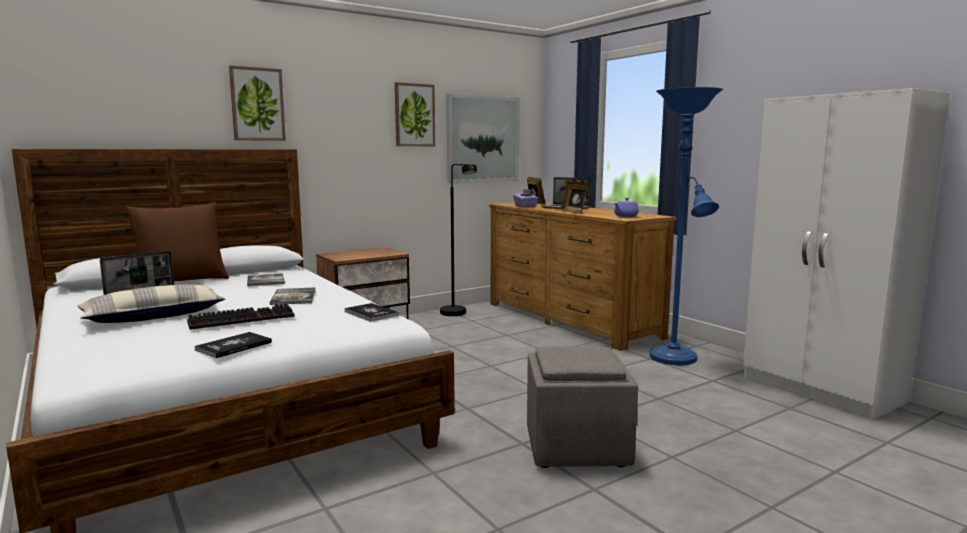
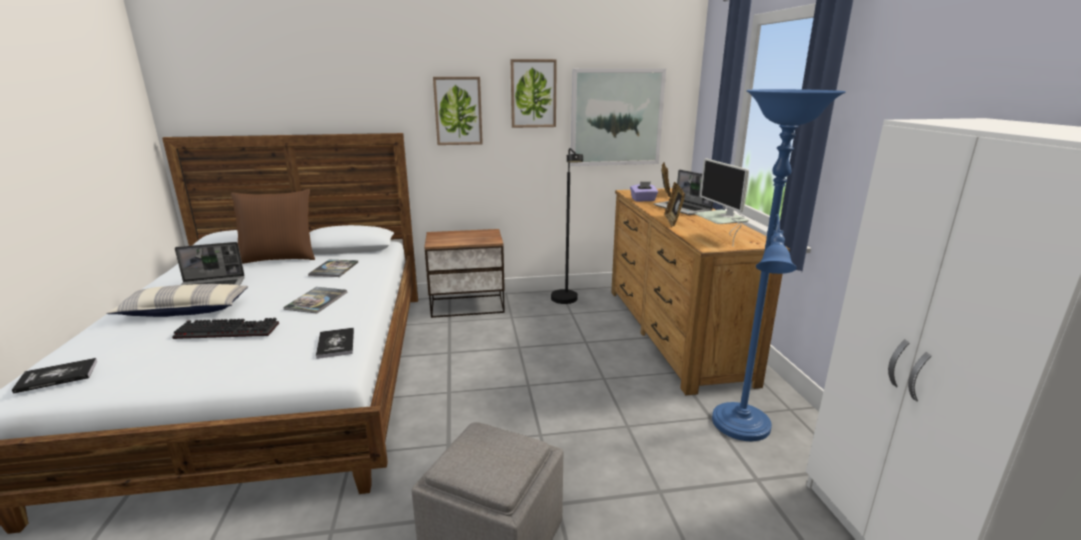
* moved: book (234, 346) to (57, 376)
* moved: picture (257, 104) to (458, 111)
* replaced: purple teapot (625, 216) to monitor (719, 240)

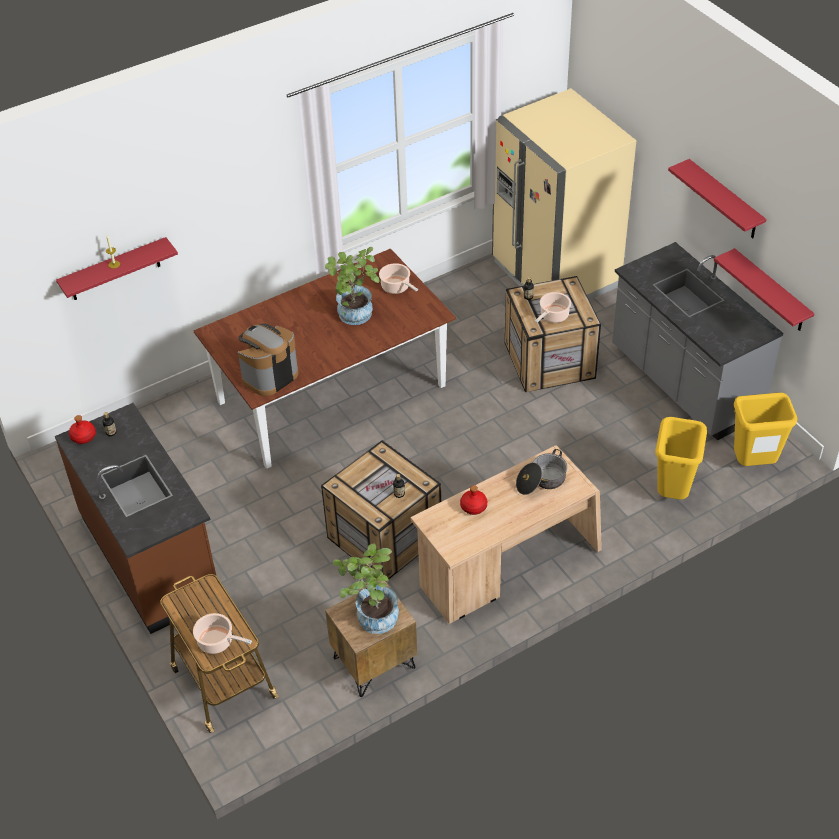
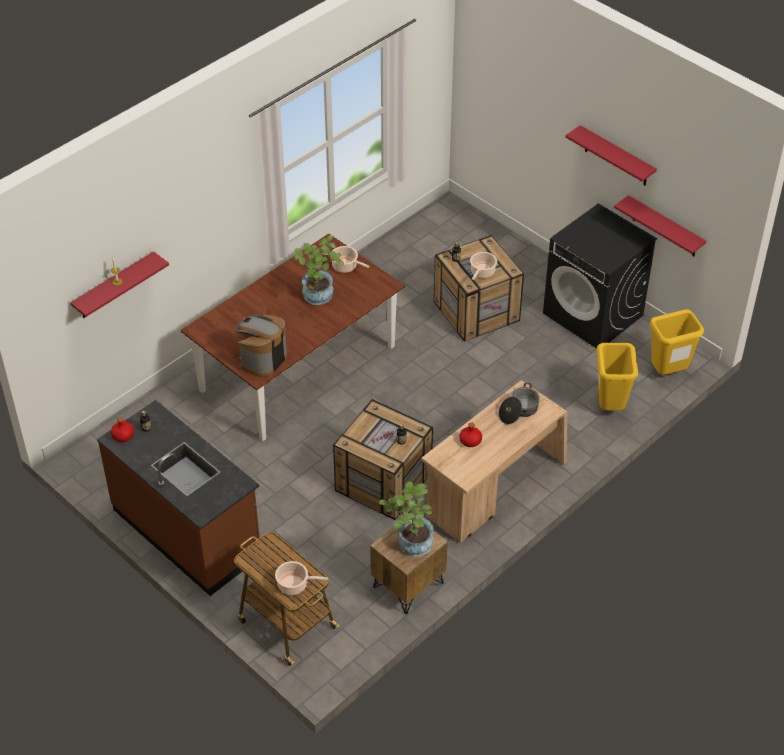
* removed: beige fridge (555, 274)
* replaced: grey counter (683, 384) to black washing machine (593, 314)

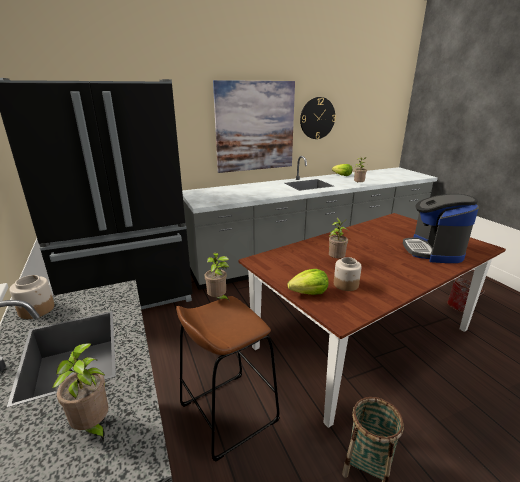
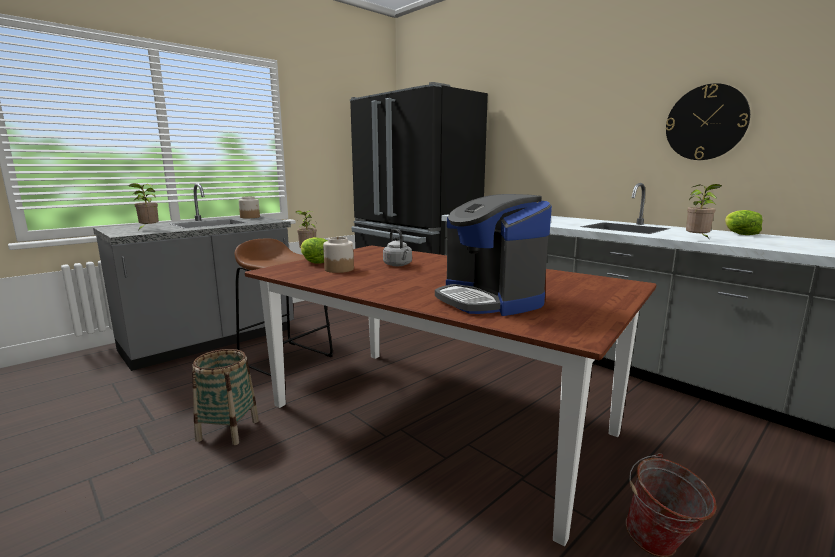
* removed: picture (255, 127)
* replaced: potted plant (336, 260) to grey kettle (398, 265)
* turned: coffee machine (433, 251) = (489, 300) 105 degrees counterclockwise

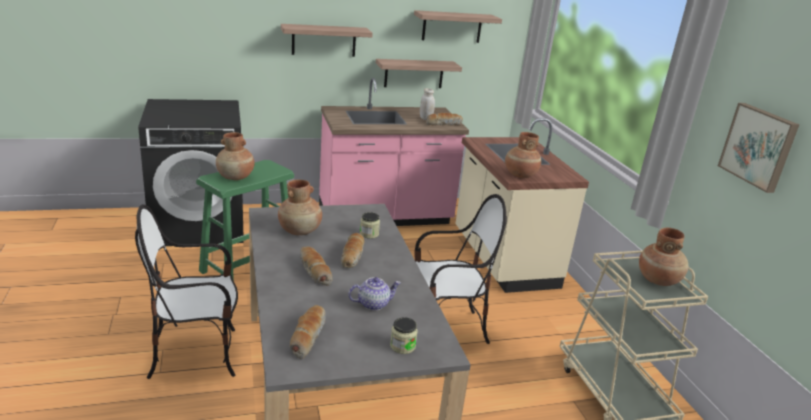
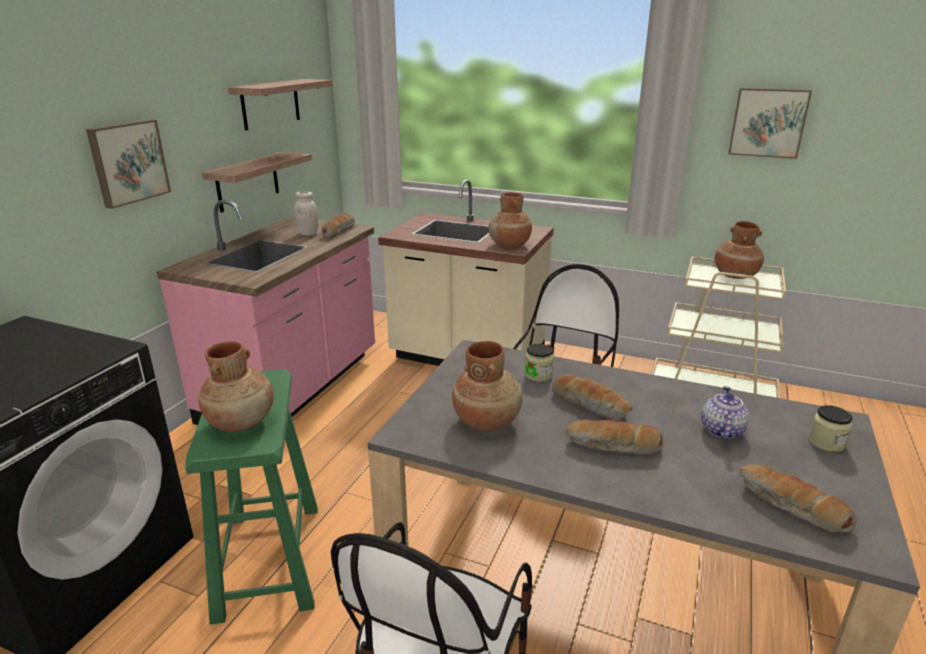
* replaced: shelf (324, 40) to picture (128, 162)

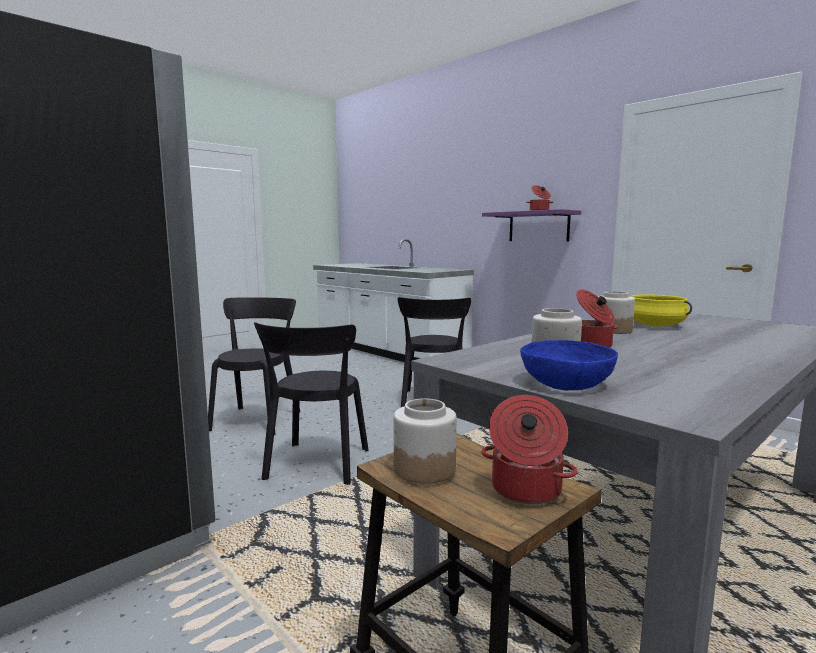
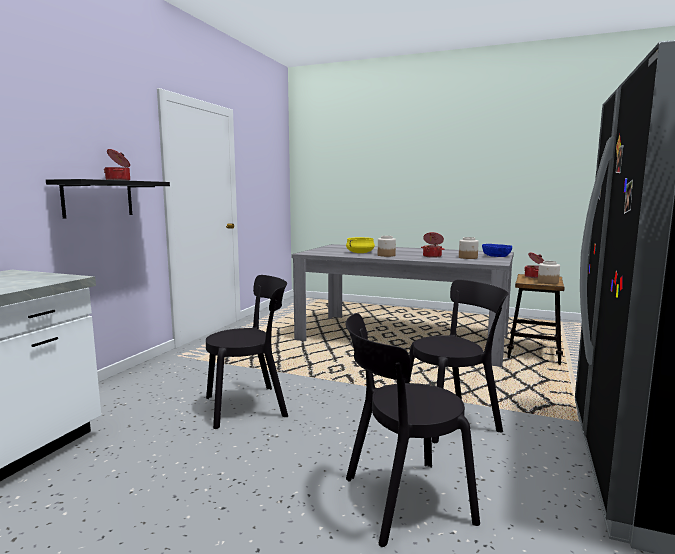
* recoloured: purple shelf (538, 226) to black shelf (98, 198)

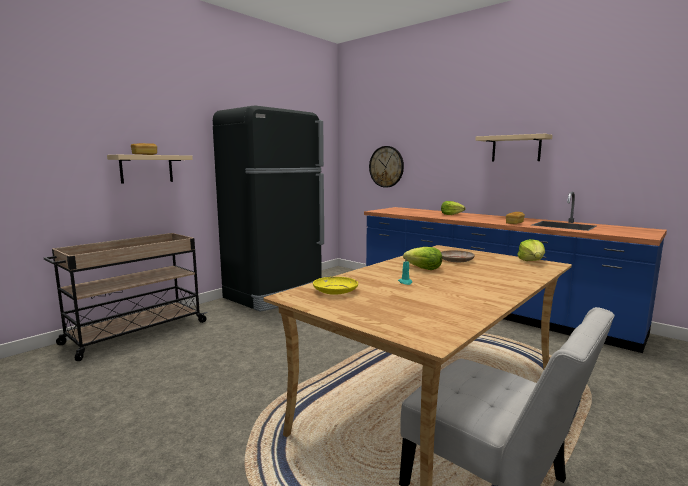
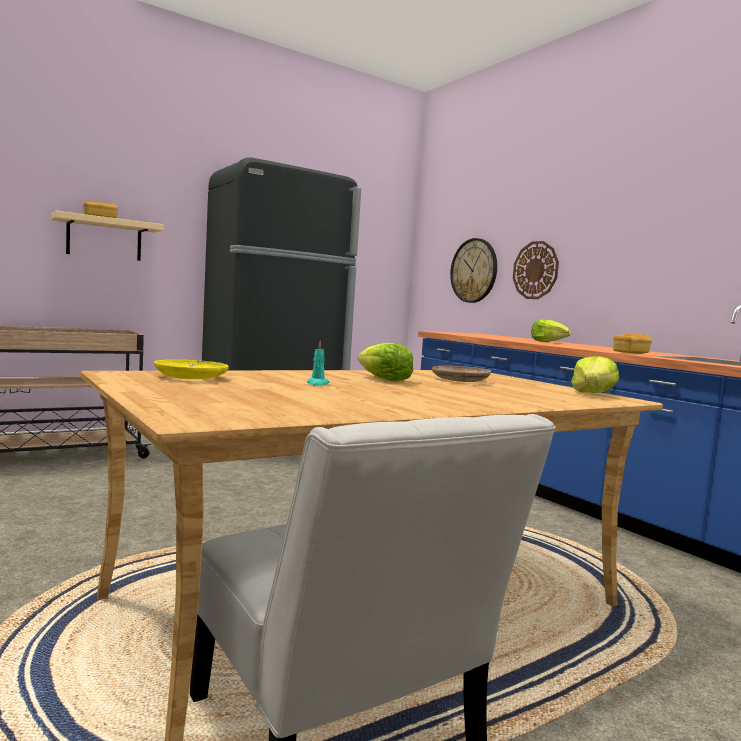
* removed: beige shelf (516, 148)
* added: wall clock (535, 270)

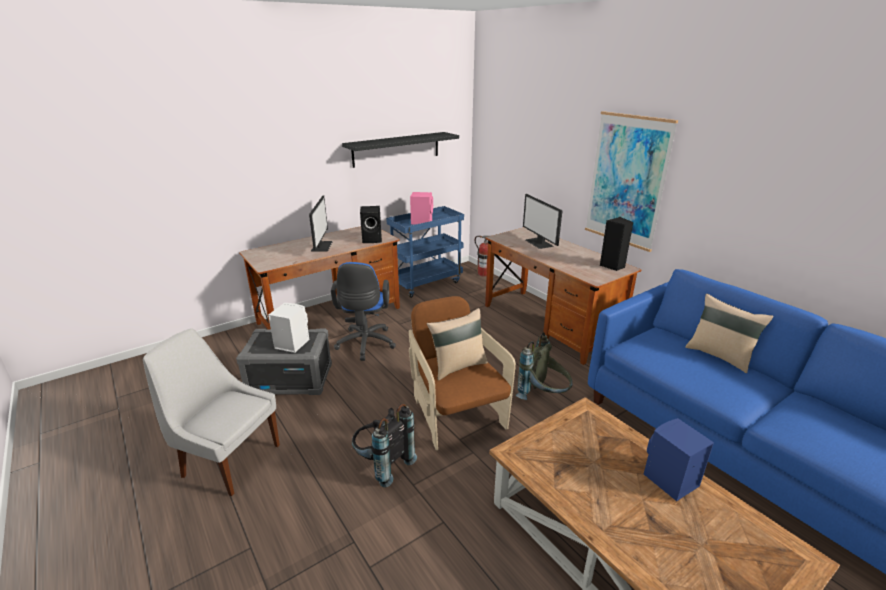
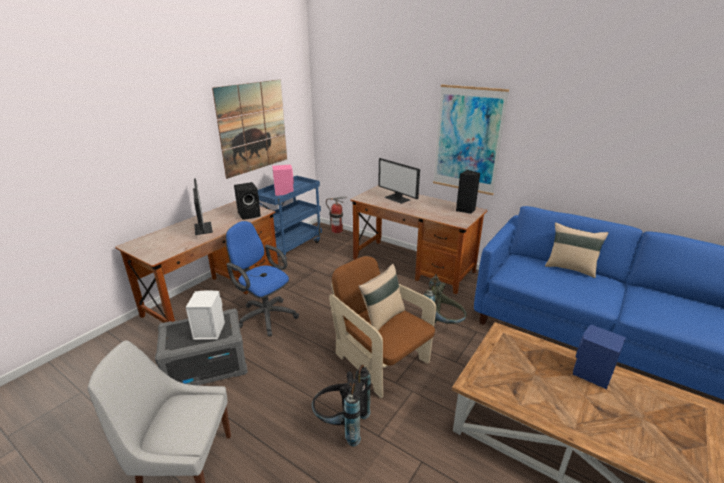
* replaced: black shelf (396, 149) to picture (253, 127)
* turned: blue office chair (365, 345) = (265, 316) 150 degrees clockwise

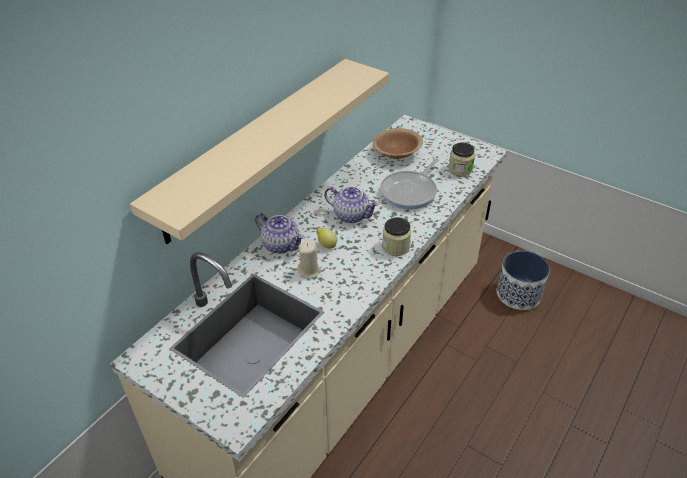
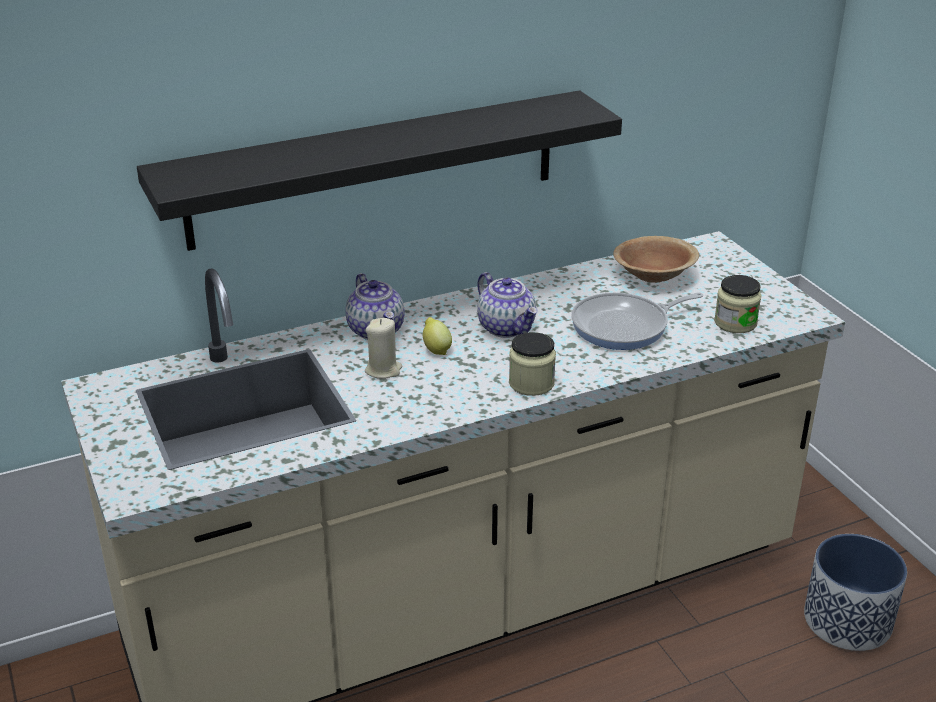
* recoloured: beige shelf (256, 147) to black shelf (375, 169)

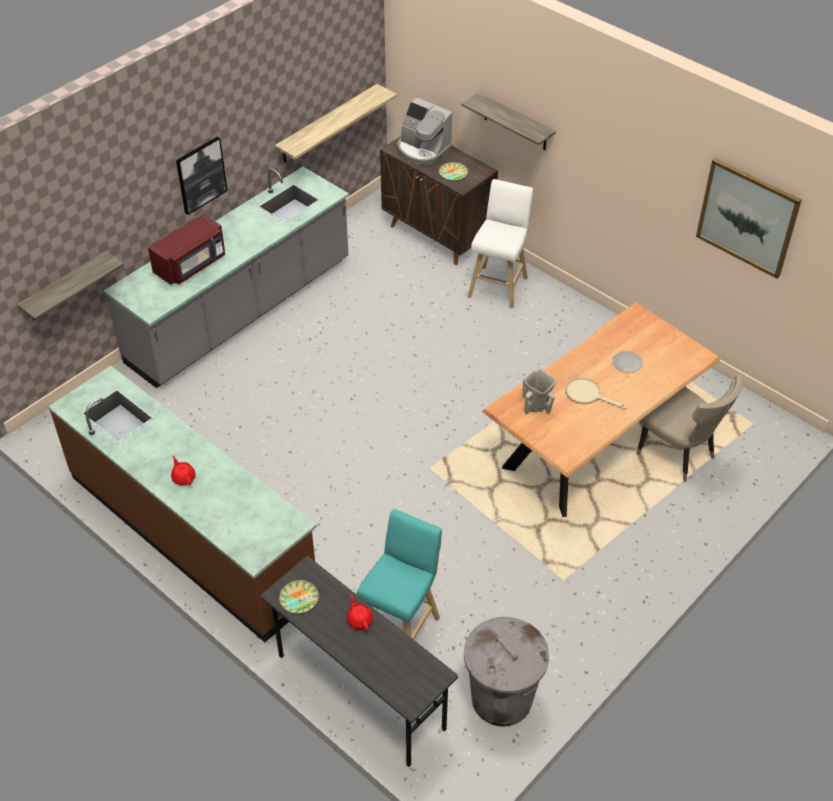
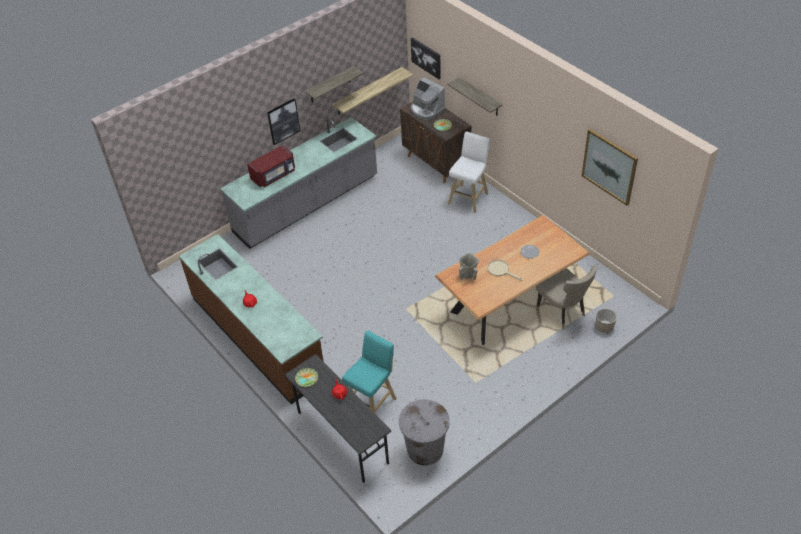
* added: picture (426, 57)
* added: planter (604, 326)
* moved: shelf (65, 287) to (330, 85)

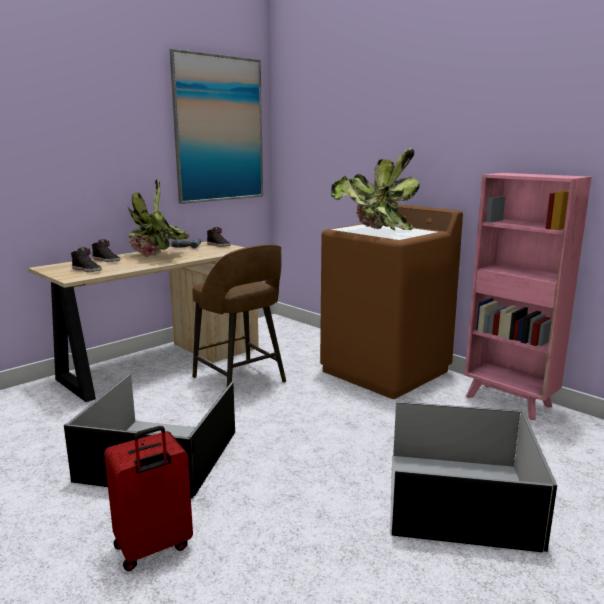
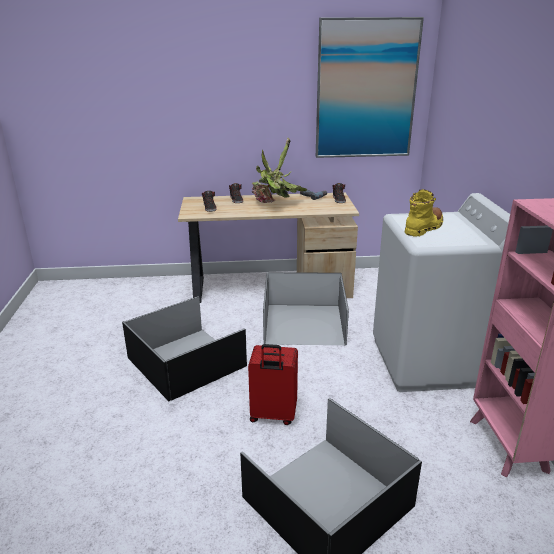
* moved: red suitcase (153, 548) to (273, 415)
* replaced: brown stool (240, 380) to black storage box (302, 323)
* replaced: potted plant (374, 231) to yellow boot (424, 228)
* recoloured: brown washing machine (385, 371) to white washing machine (429, 362)

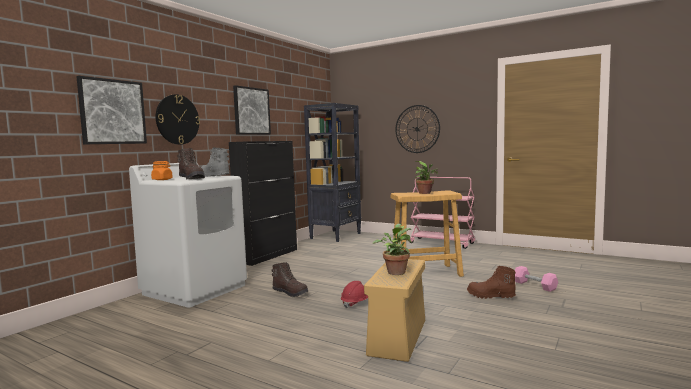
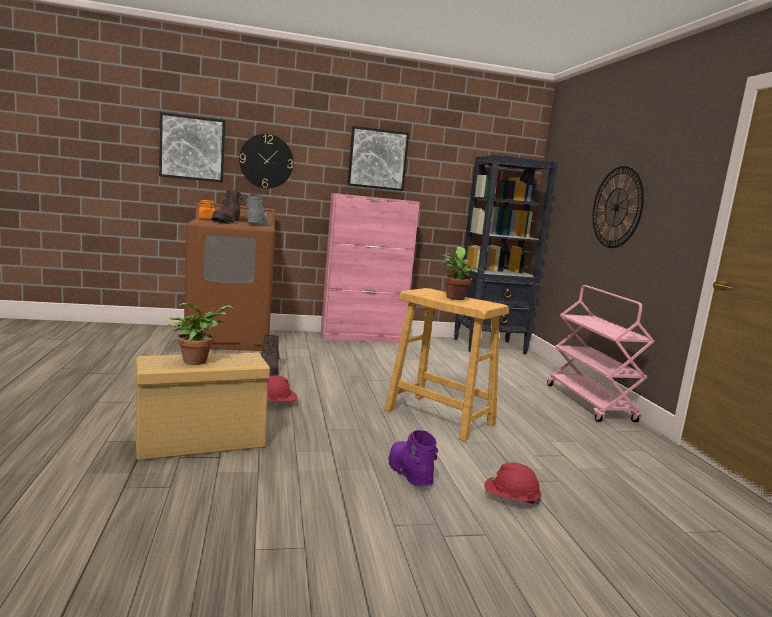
* replaced: pink dumbbell (534, 285) to red hard hat (510, 499)
* recoloured: white washing machine (195, 289) to brown washing machine (230, 339)
* recoloured: black cabinet (268, 256) to pink cabinet (362, 338)
* recoloured: brown boot (490, 296) to purple boot (408, 473)

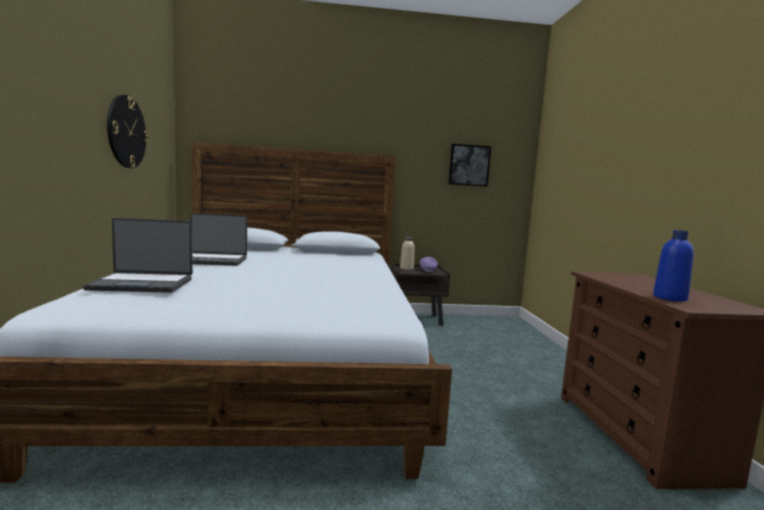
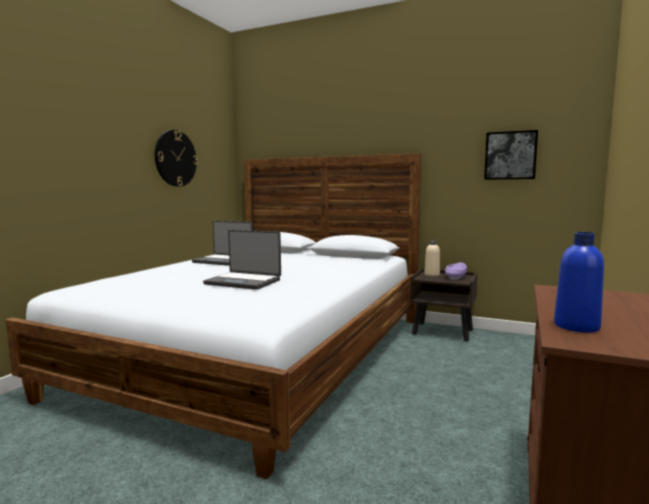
* moved: laptop (143, 284) to (244, 282)

